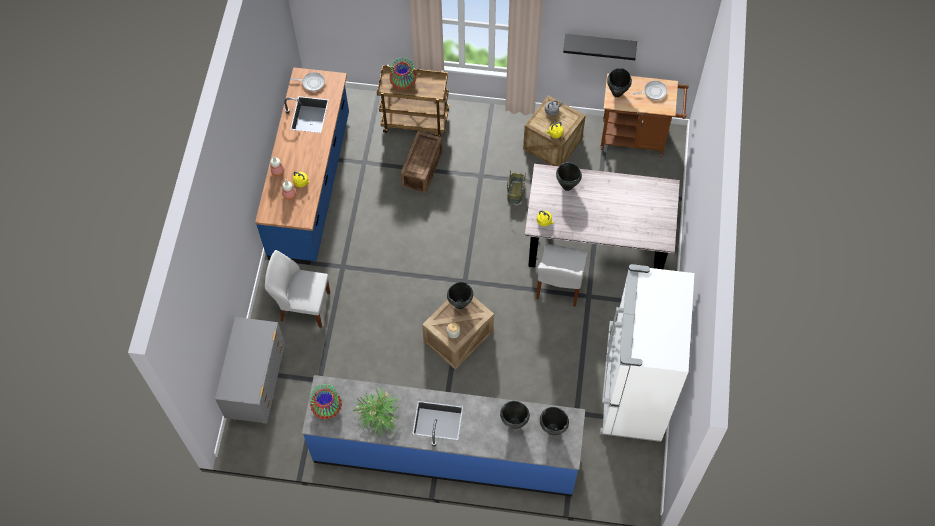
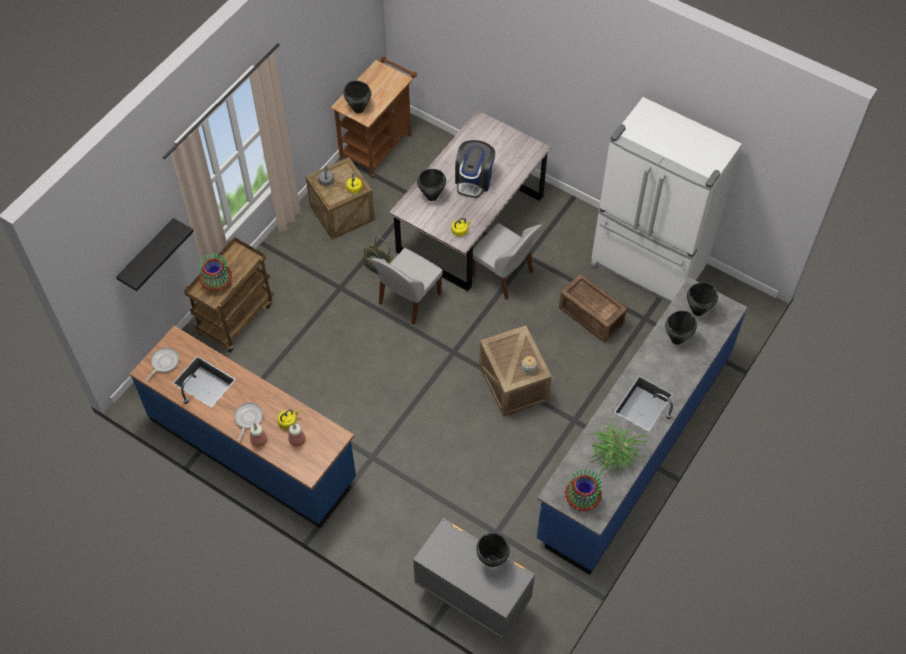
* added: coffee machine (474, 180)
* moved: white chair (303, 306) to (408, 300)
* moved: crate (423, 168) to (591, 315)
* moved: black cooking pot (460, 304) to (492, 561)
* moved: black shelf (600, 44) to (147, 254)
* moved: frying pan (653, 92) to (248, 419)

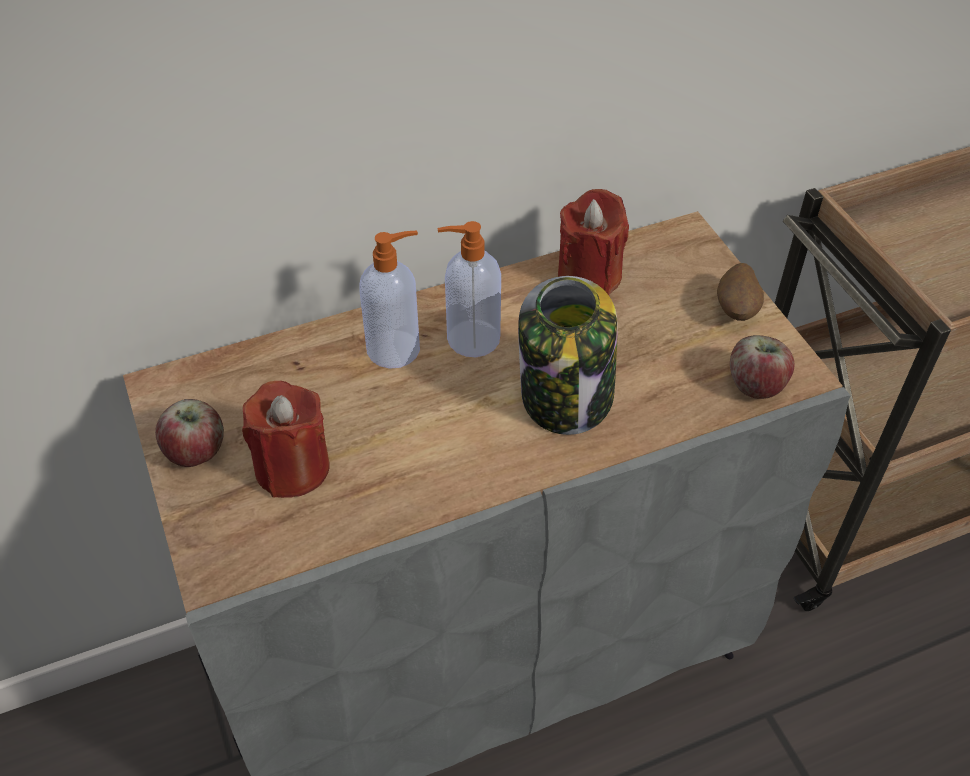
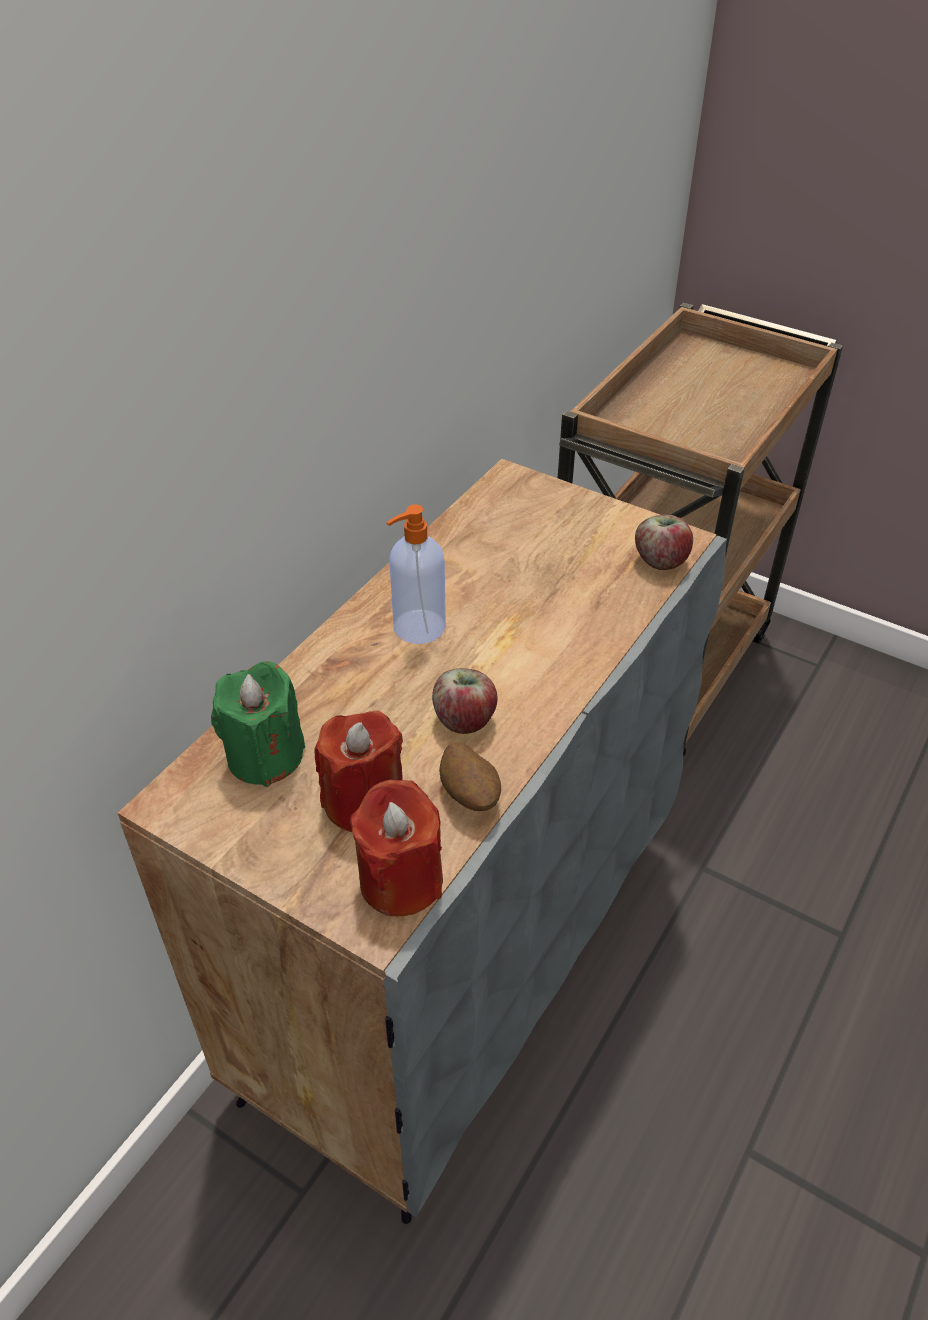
* removed: soap dispenser (395, 349)
* removed: jar (566, 397)
* added: green candle (265, 756)
* moved: apple (197, 451) to (464, 720)
* moved: red candle (589, 275) to (401, 881)
* moved: potato (736, 310) to (470, 795)

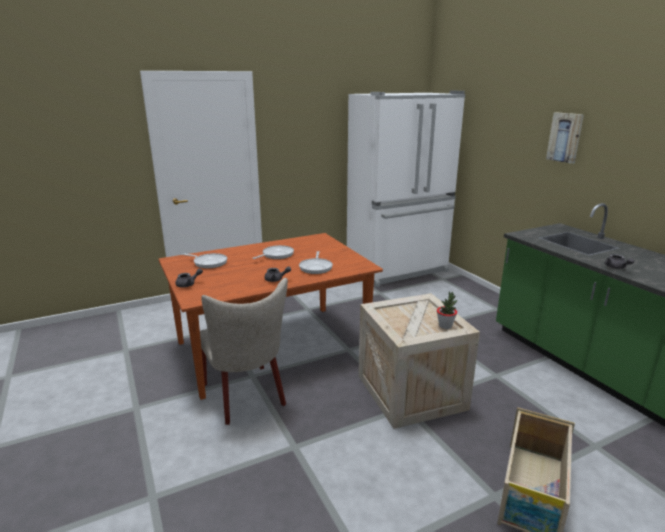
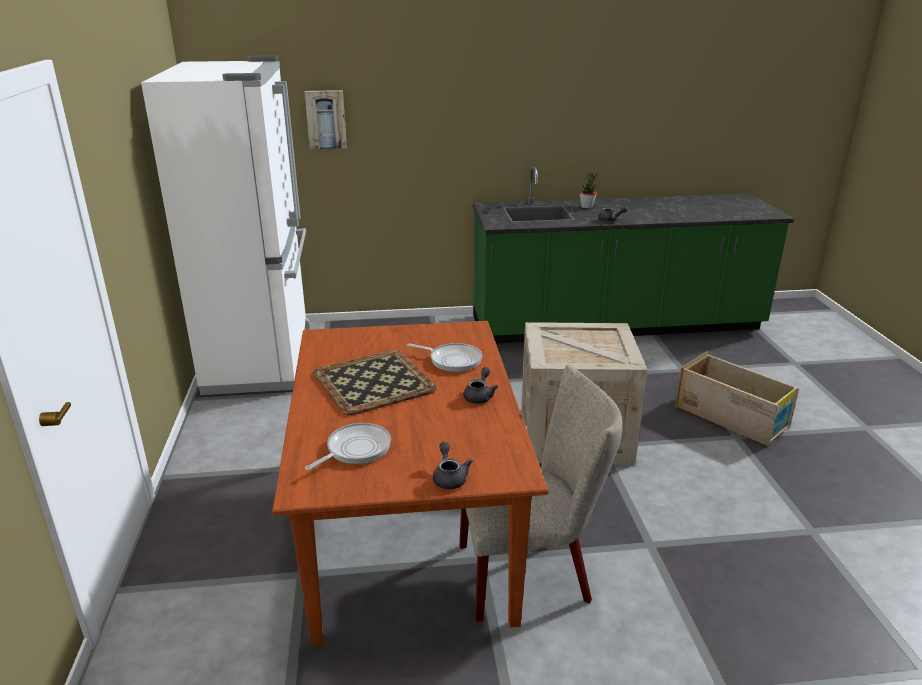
* moved: potted plant (445, 326) to (587, 206)
* moved: picture (565, 137) to (326, 119)
* replaced: frying pan (276, 255) to tray (373, 382)

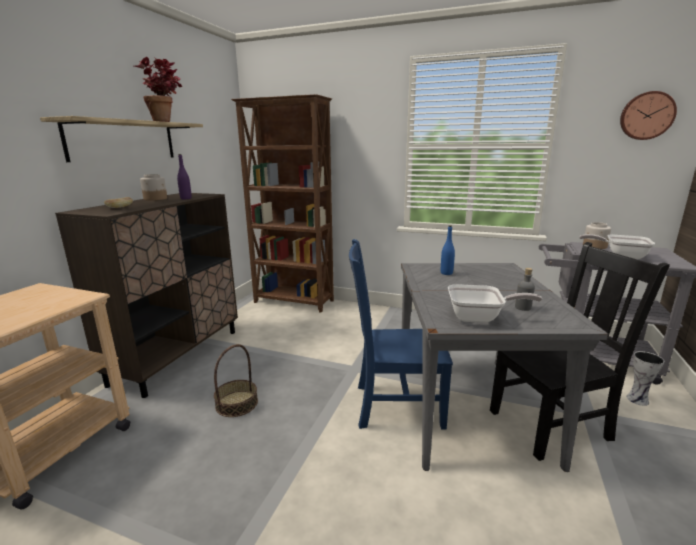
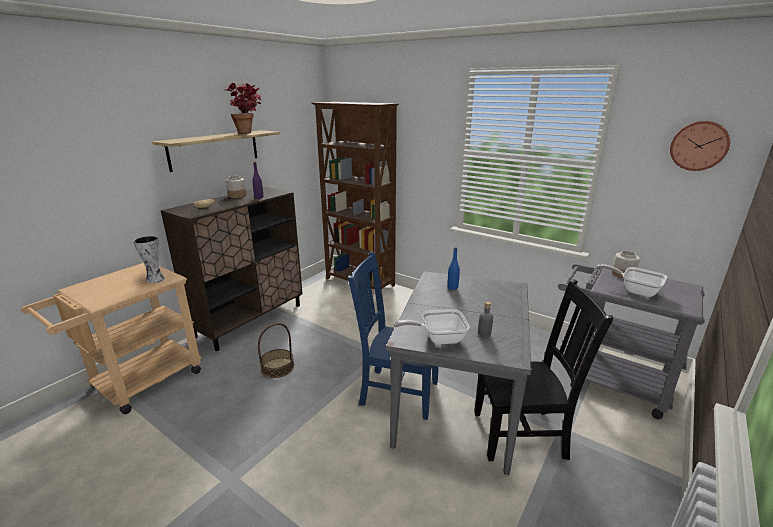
* moved: vase (638, 400) to (155, 279)
* turned: frying pan (480, 318) = (438, 338) 150 degrees clockwise

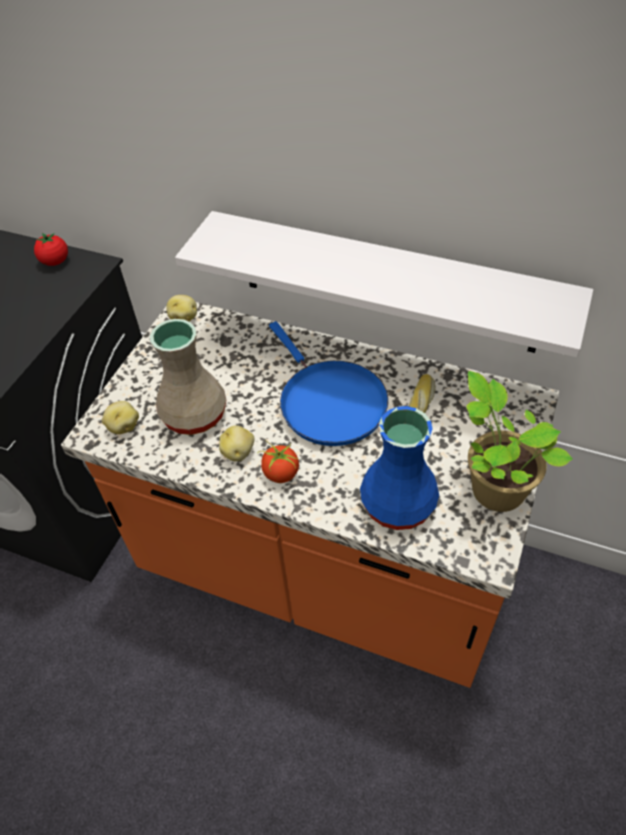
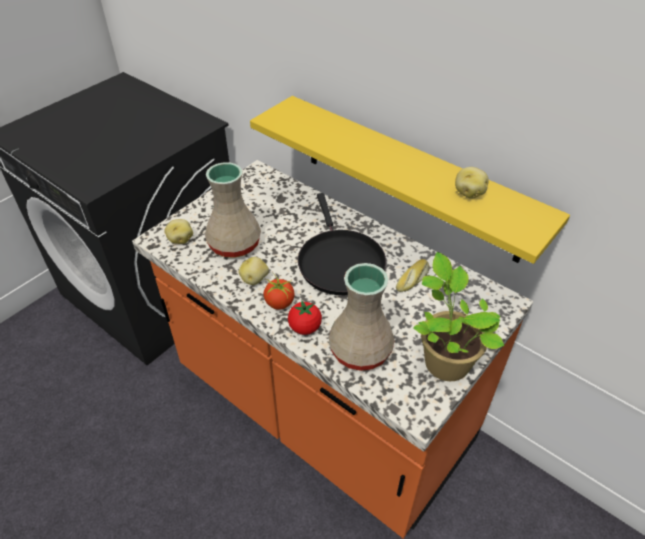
* moved: tomato (55, 262) to (305, 327)
* moved: potato (184, 318) to (469, 193)
* recoloured: white shelf (386, 283) to yellow shelf (409, 178)
* recoloured: blue frying pan (328, 402) to black frying pan (339, 261)
* recoloured: blue vase (397, 505) to beige vase (359, 351)

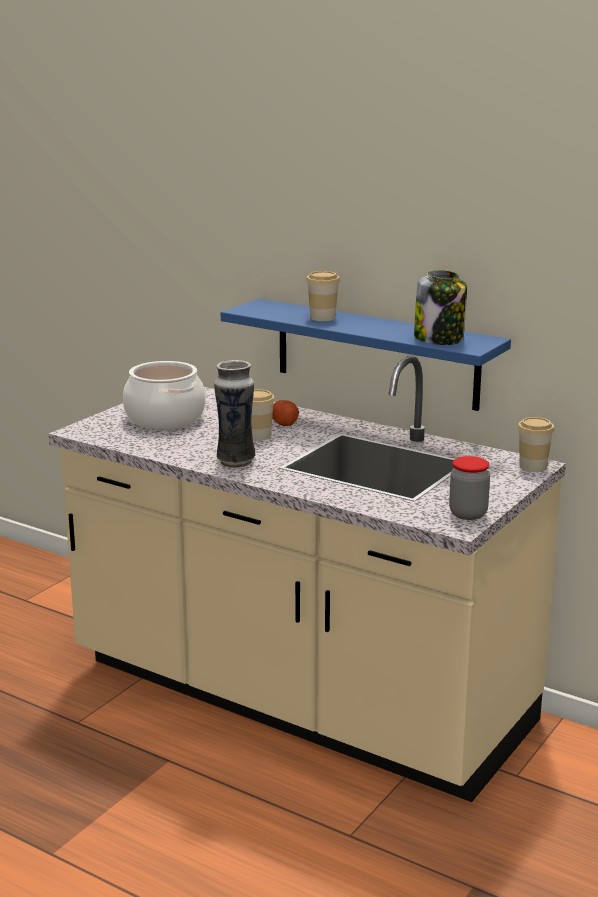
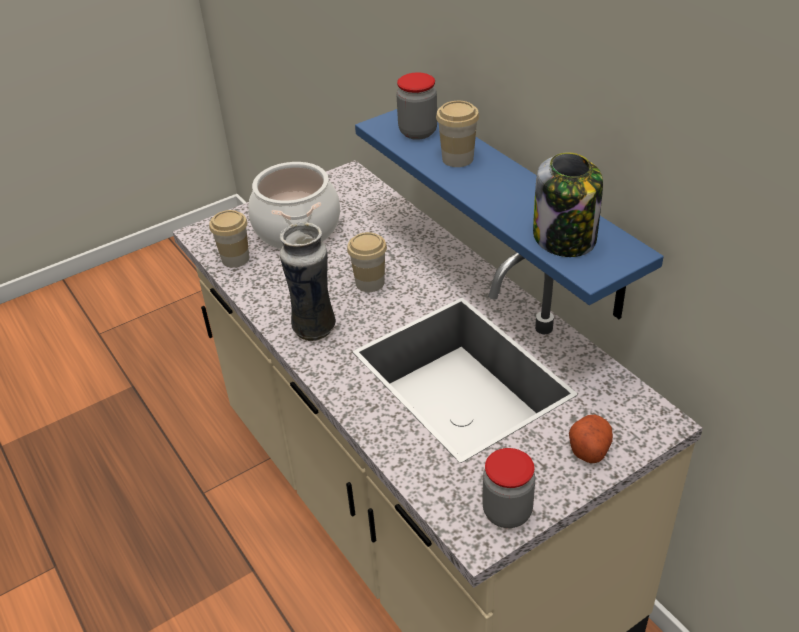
* added: jar (418, 132)
* moved: potato (284, 422) to (589, 447)
* moved: cup (533, 467) to (235, 259)

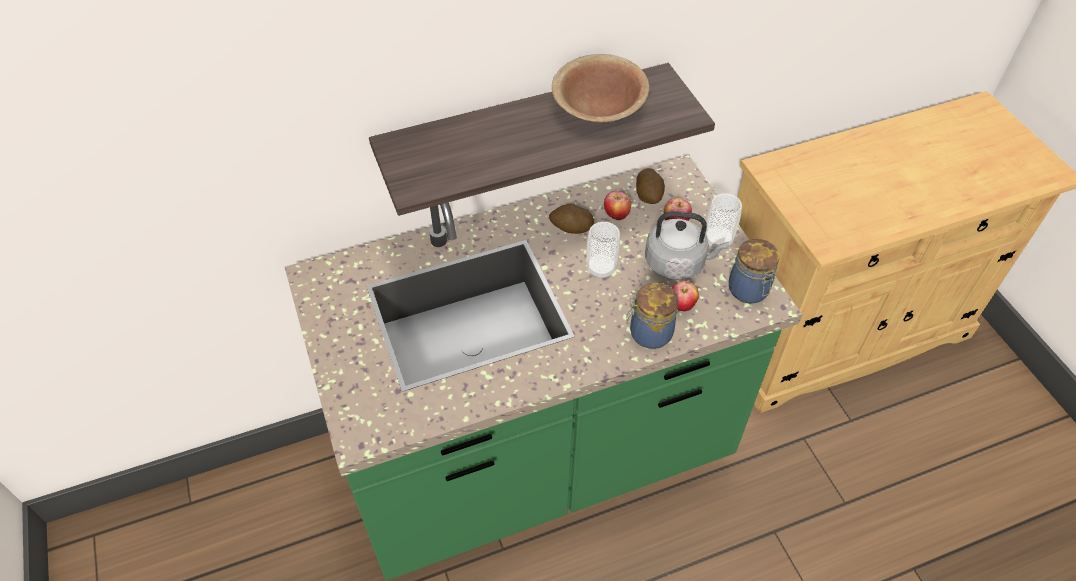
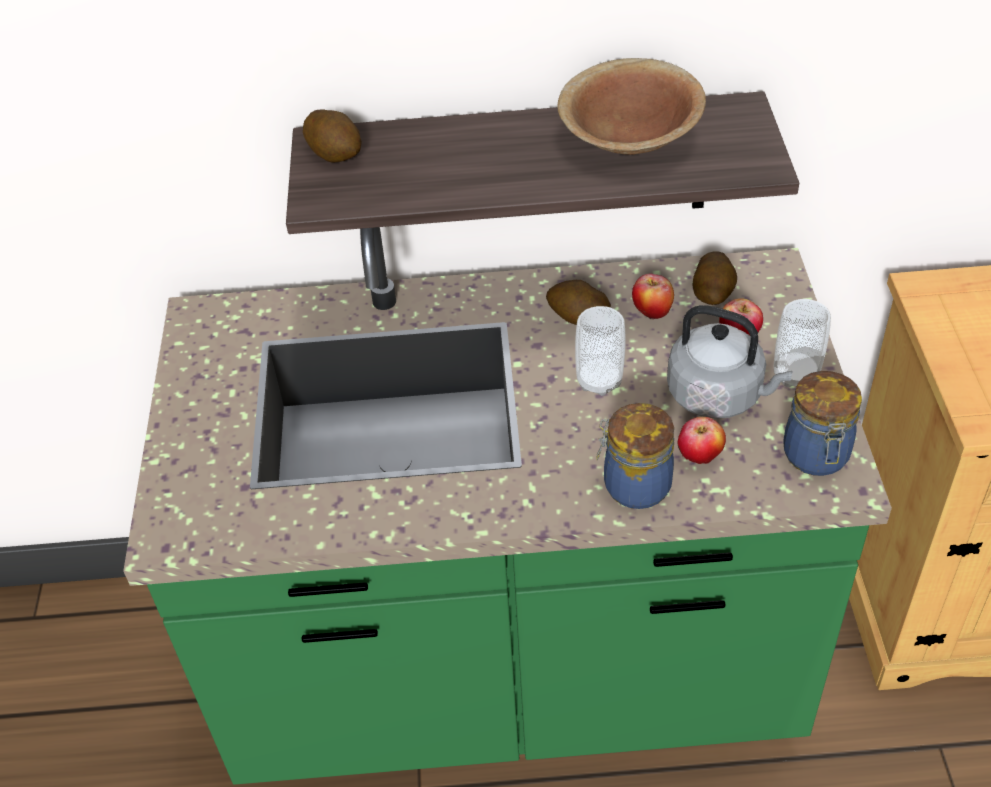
* added: potato (336, 153)

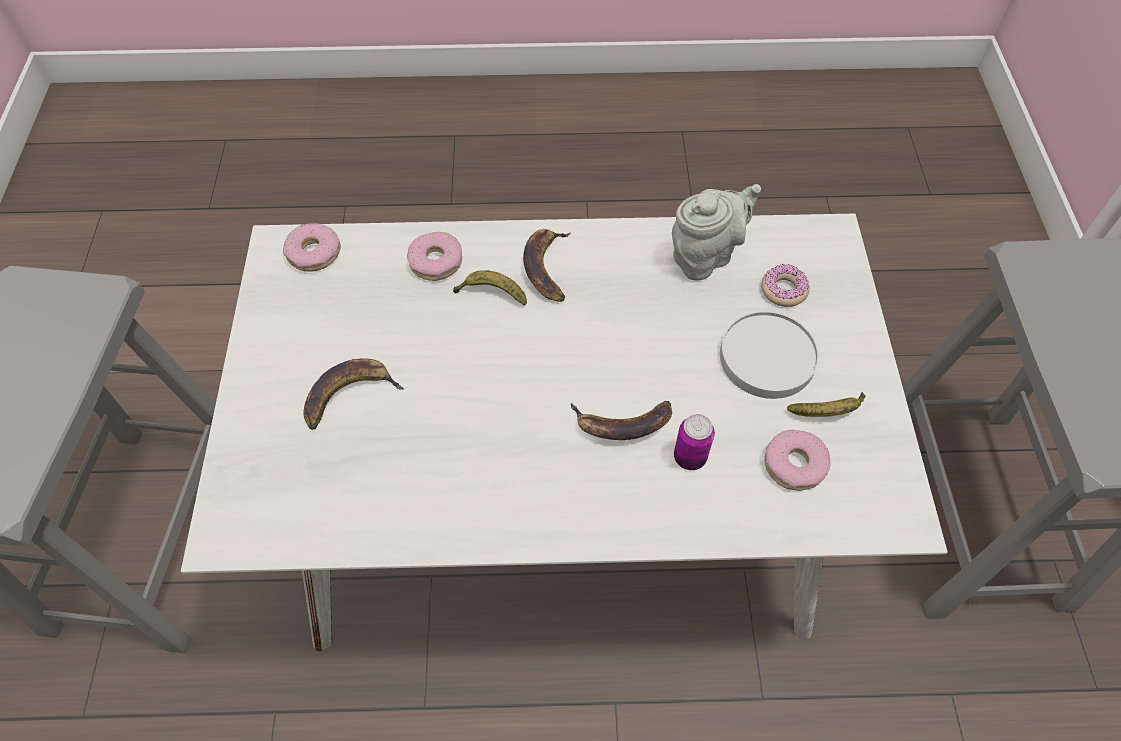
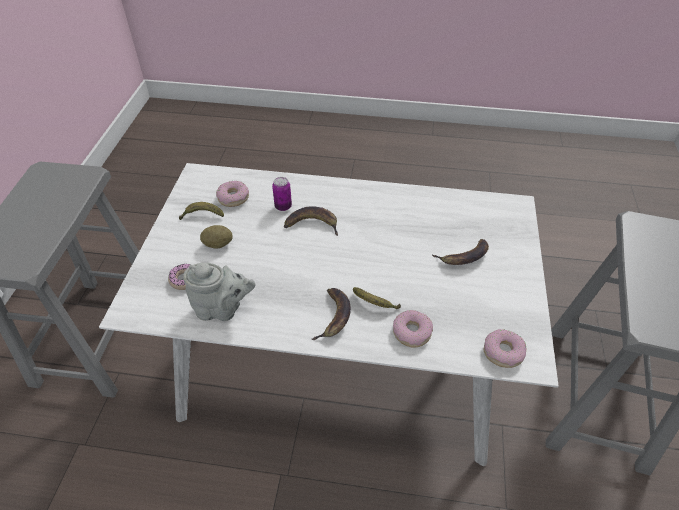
* replaced: white plate (767, 357) to potato (218, 244)
* turned: grey teapot (706, 256) = (222, 309) 150 degrees counterclockwise

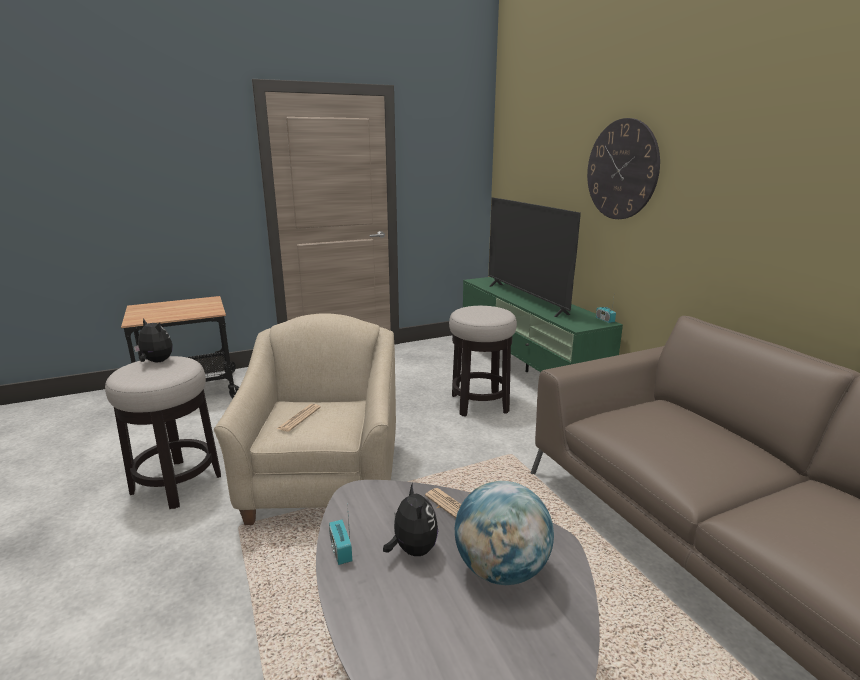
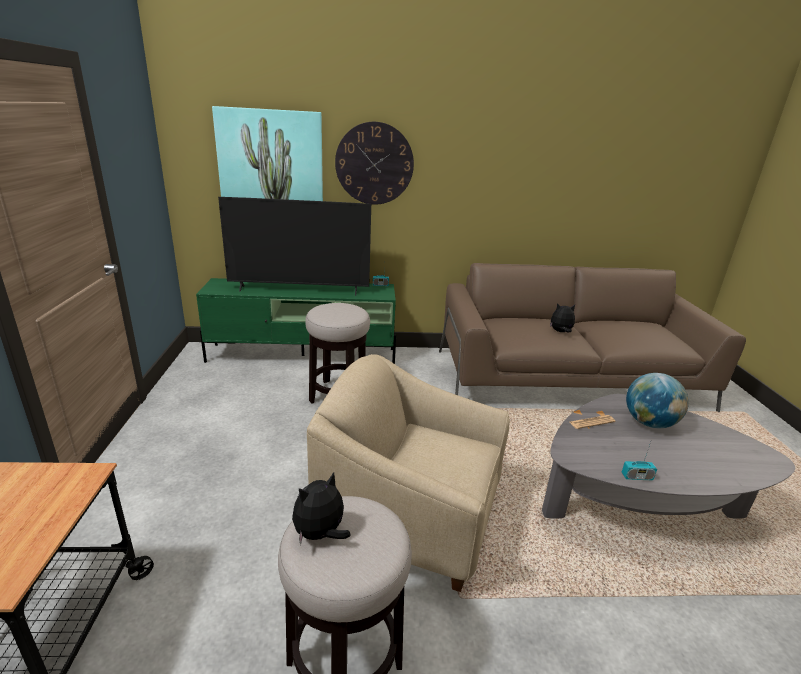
* removed: newspaper (299, 418)
* added: picture (271, 164)
* moved: plush toy (412, 549) to (560, 332)

